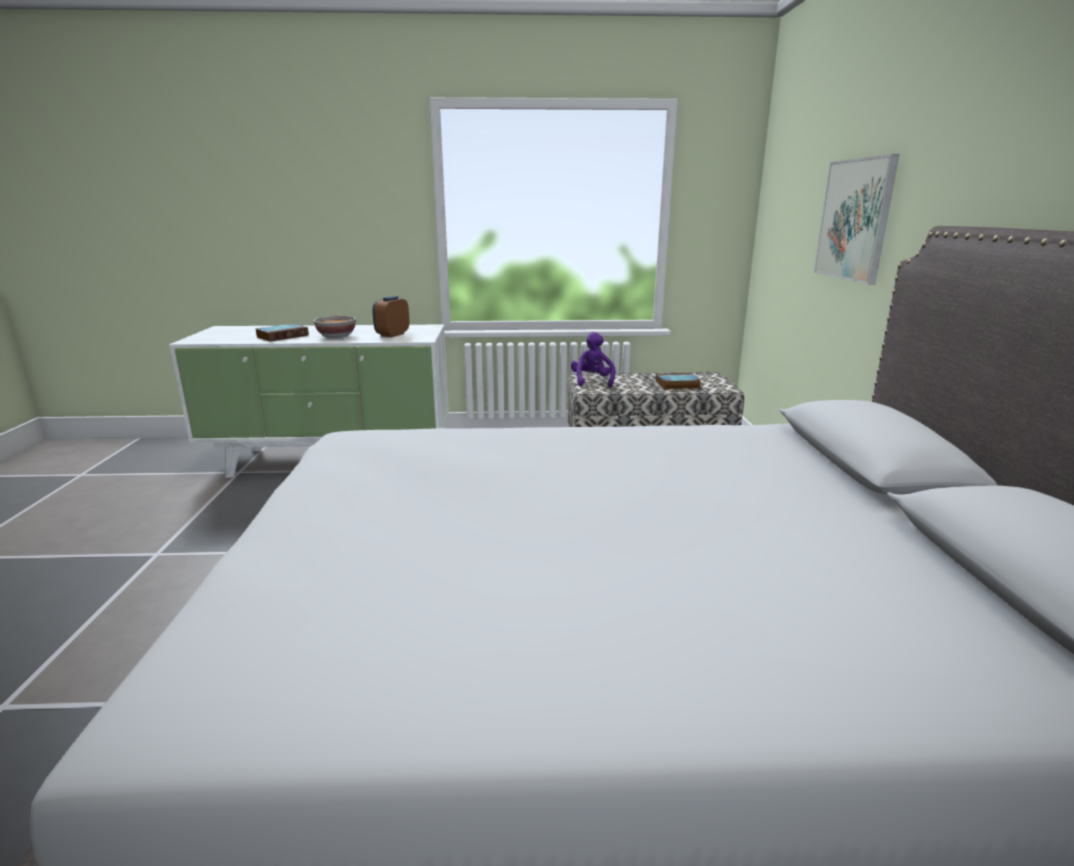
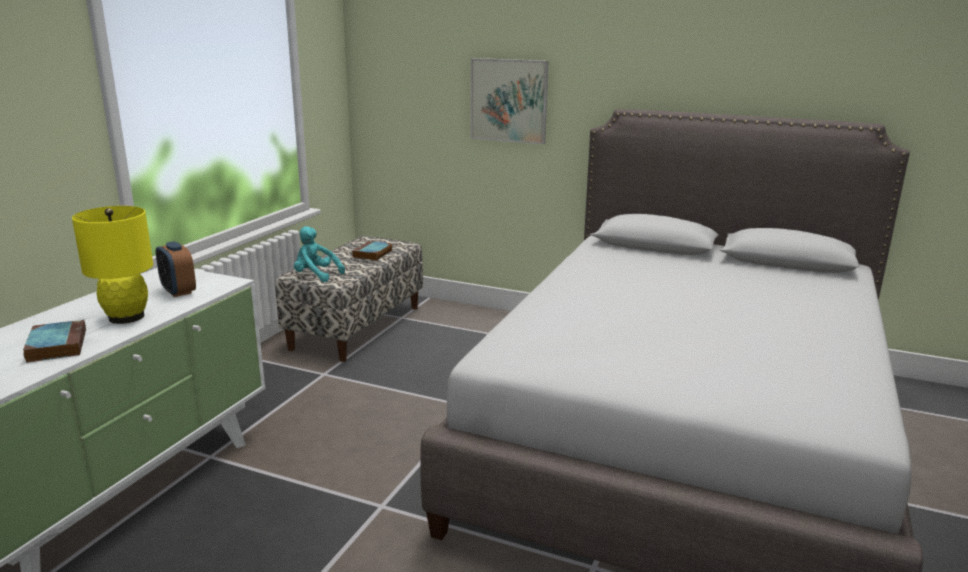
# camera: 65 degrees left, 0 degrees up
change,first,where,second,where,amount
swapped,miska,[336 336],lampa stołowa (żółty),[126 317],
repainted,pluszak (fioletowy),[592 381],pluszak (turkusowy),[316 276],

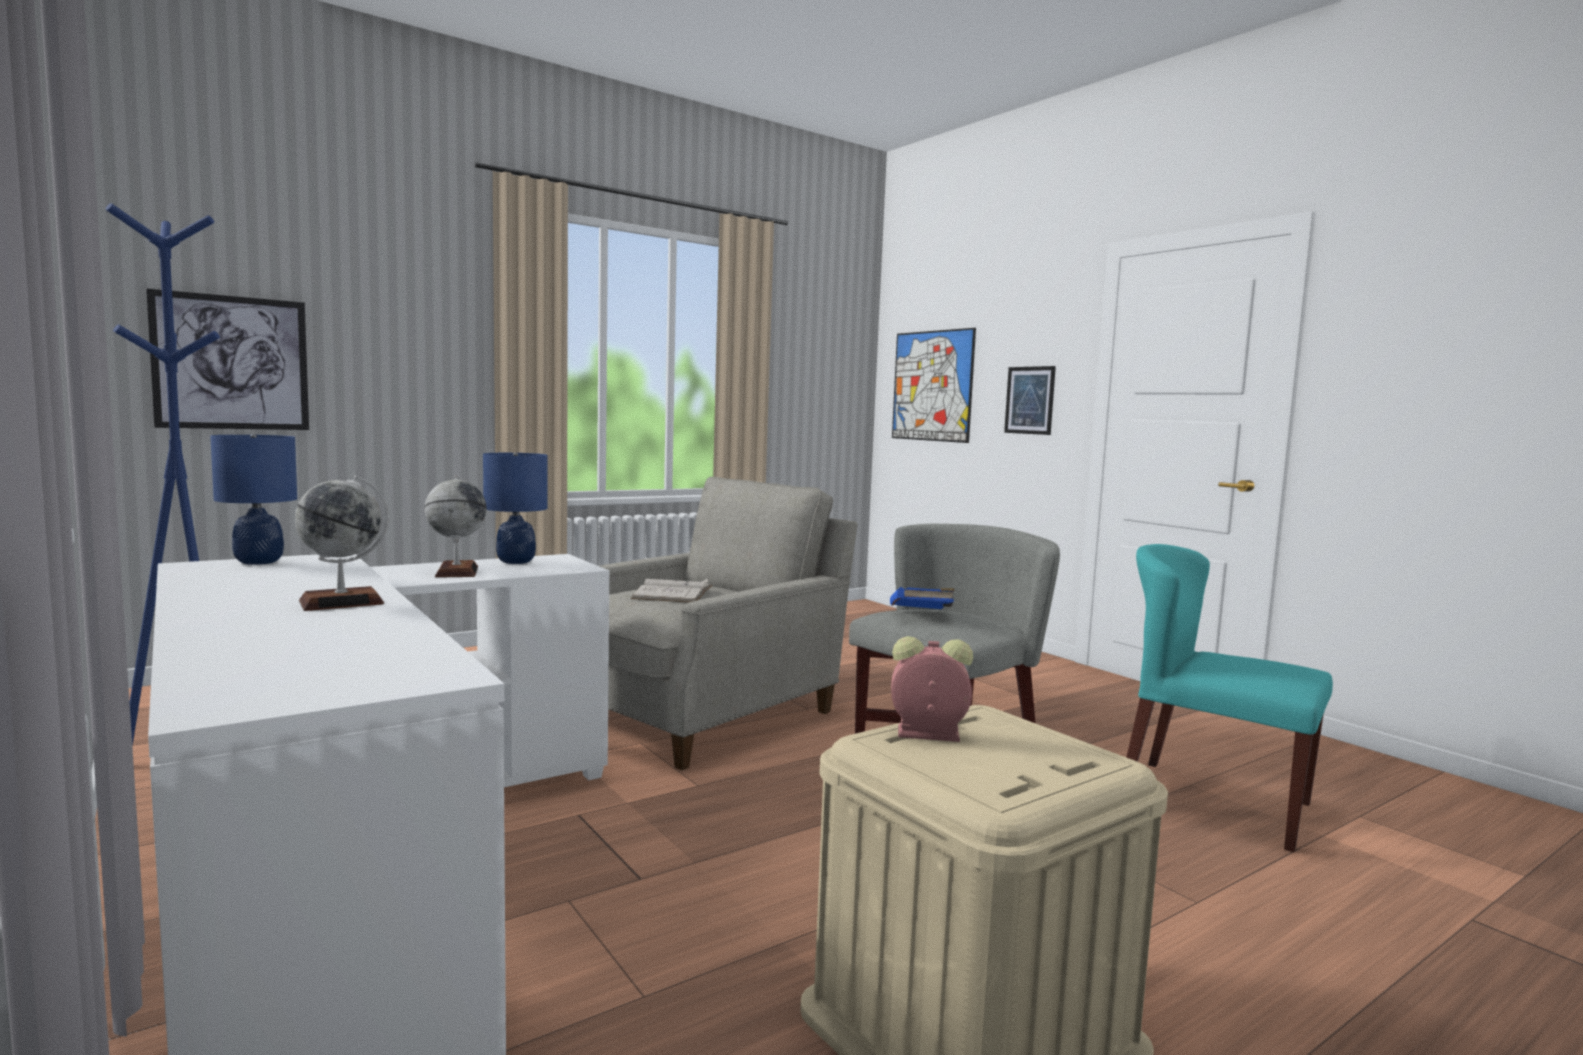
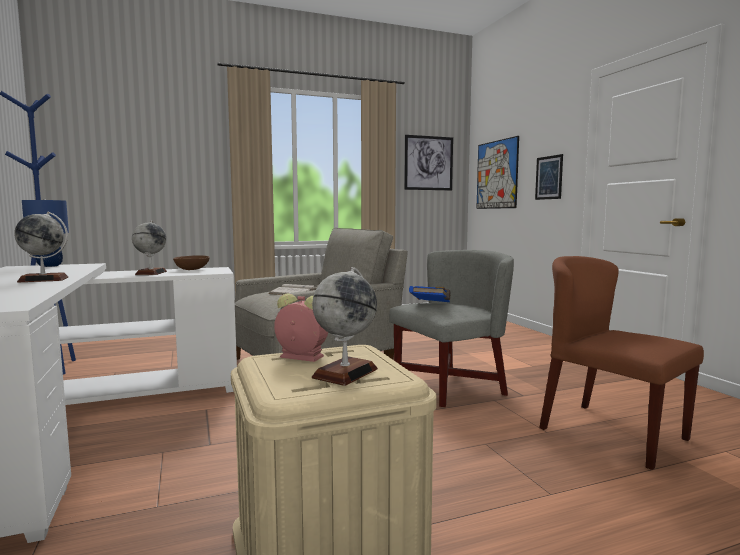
# camera: 15 degrees right, 0 degrees up
change,first,where,second,where,amount
swapped,lampa stołowa (niebieski),[517 562],miska (brązowy),[192 269],
new,,,globus,[345 373],
shifted,obraz,[231 363],,[428 163],
repainted,krzesło (turkusowy),[1212 802],krzesło (brązowy),[611 433],

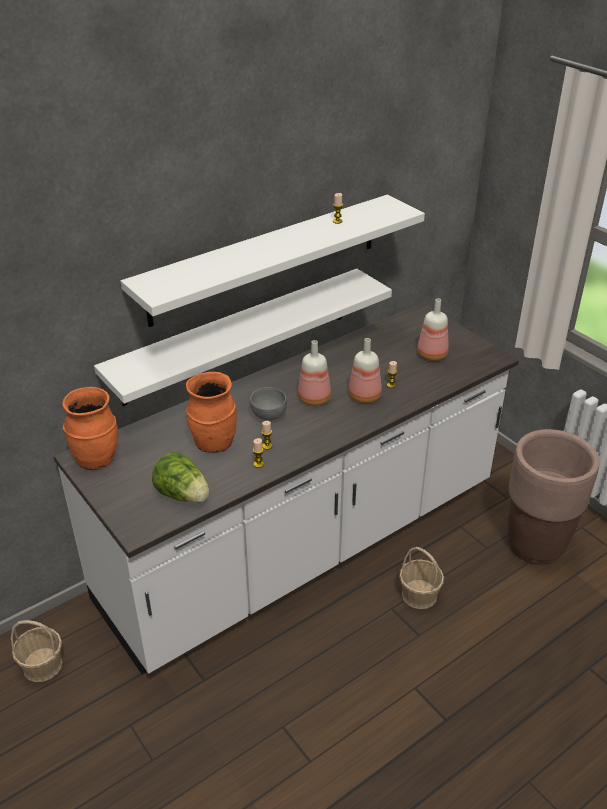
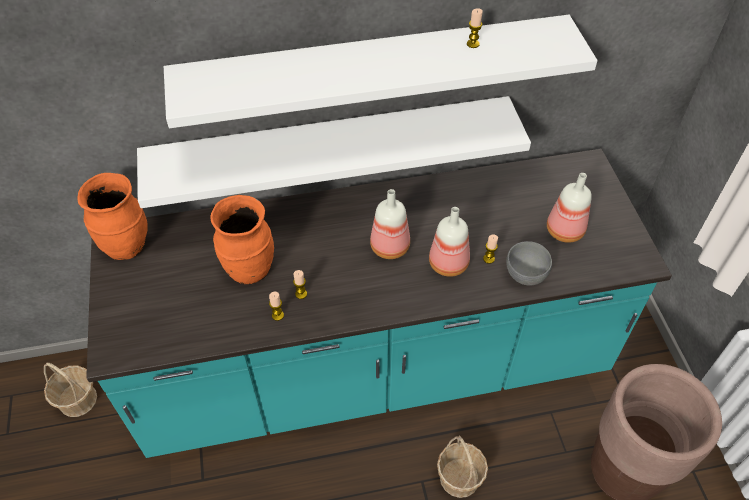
# camera: 25 degrees right, 15 degrees up
change,first,where,second,where,amount
repainted,zabudowa kuchenna (biały),[303 543],zabudowa kuchenna (turkusowy),[374 366],
shifted,miska (szary),[268 415],,[525 274],
gone,sałata,[183 495],,,

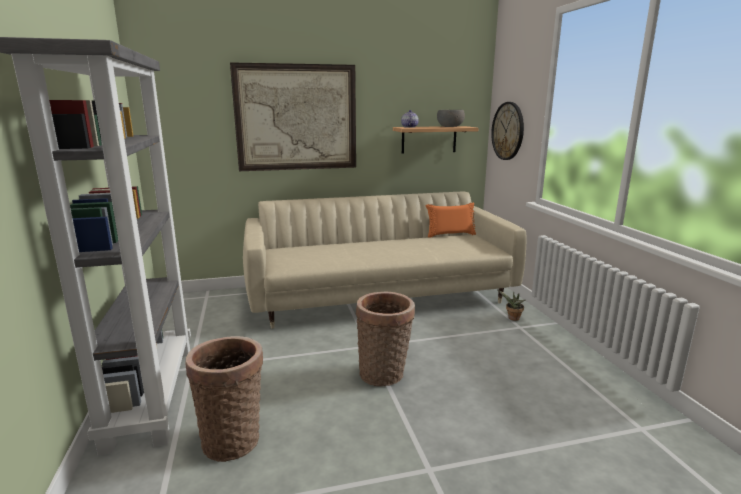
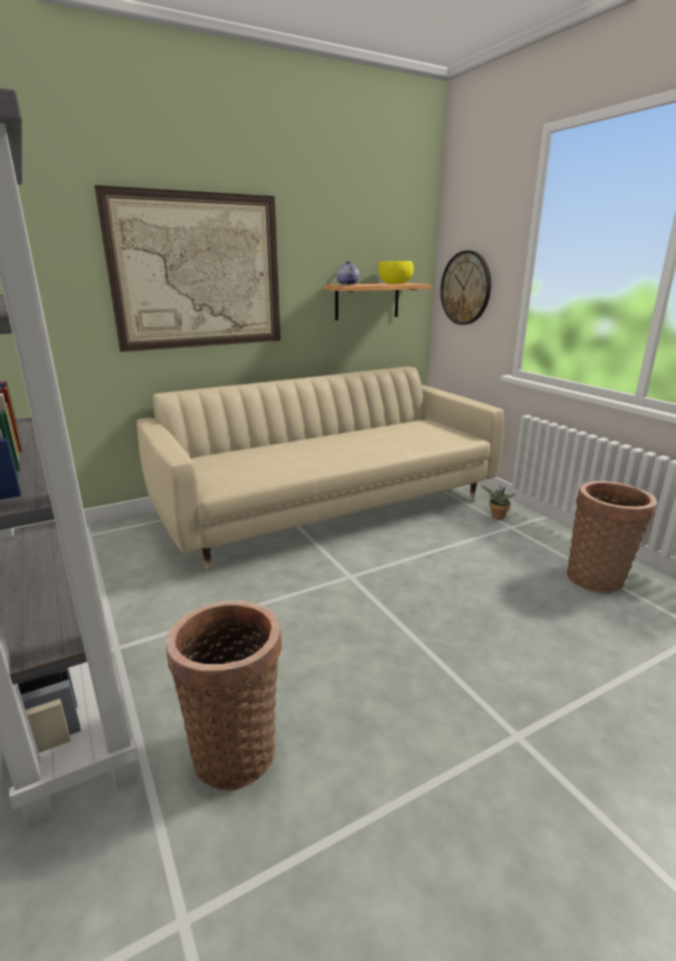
# camera: 15 degrees left, 5 degrees up
change,first,where,second,where,amount
repainted,miska (szary),[450 126],miska (żółty),[395 283],
shifted,koszyk,[384 374],,[598 578],
gone,poduszka (pomarańczowy),[450 234],,,

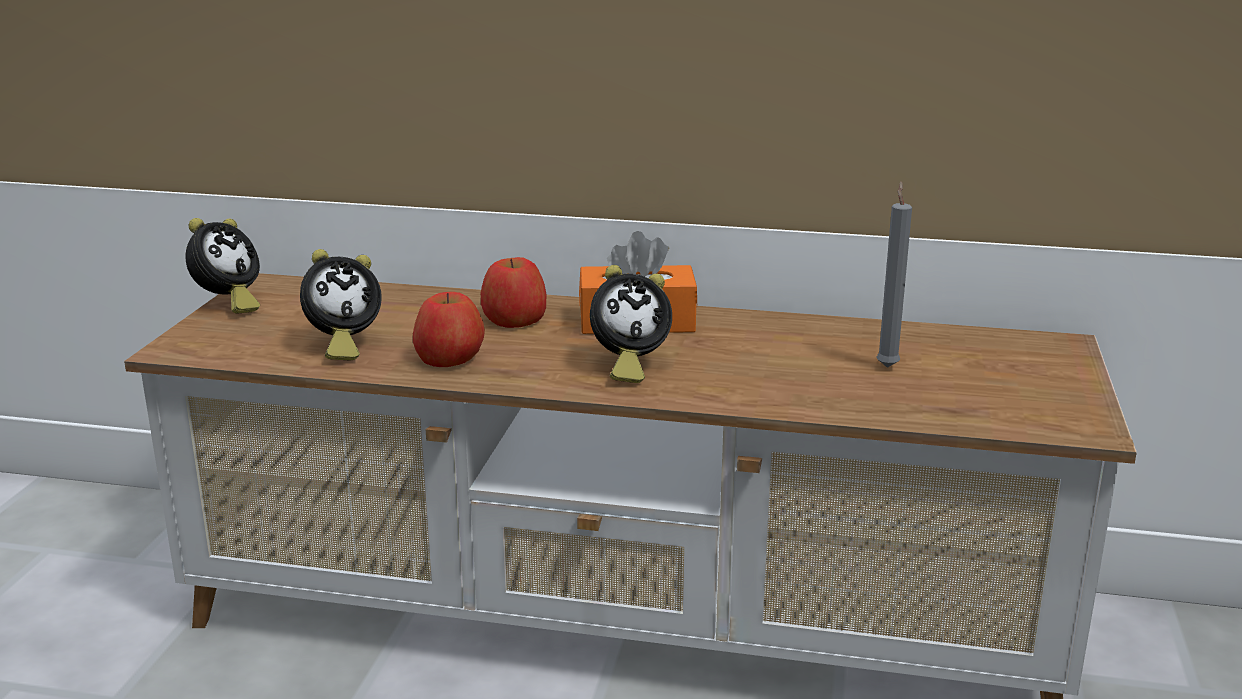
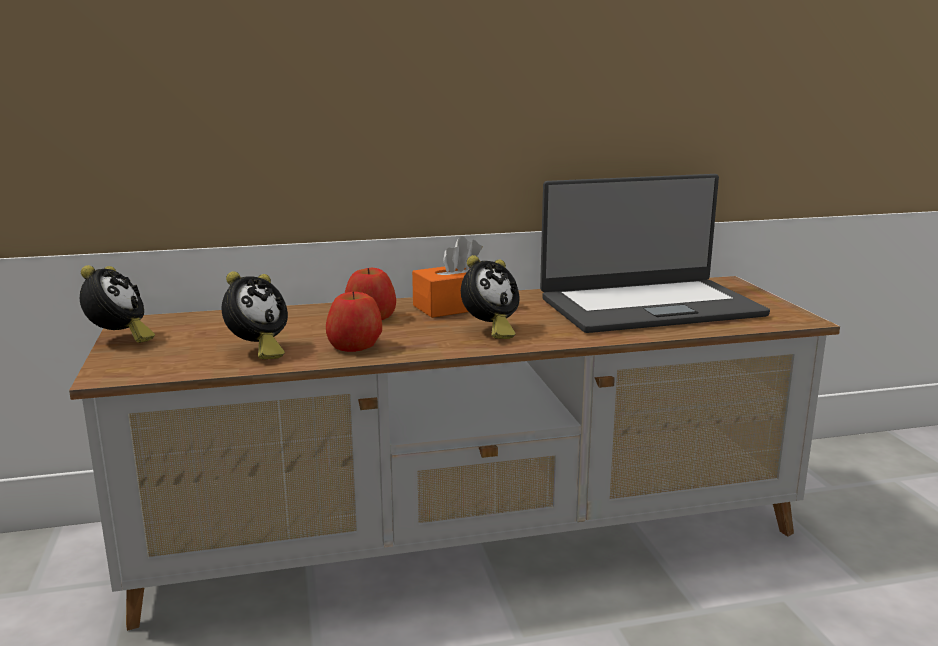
# camera: 25 degrees left, 5 degrees down
change,first,where,second,where,amount
swapped,świeca (szary),[887 365],laptop,[648 306],

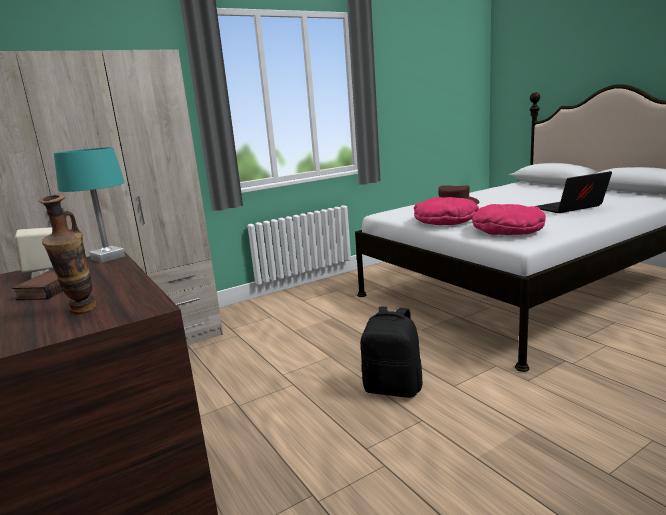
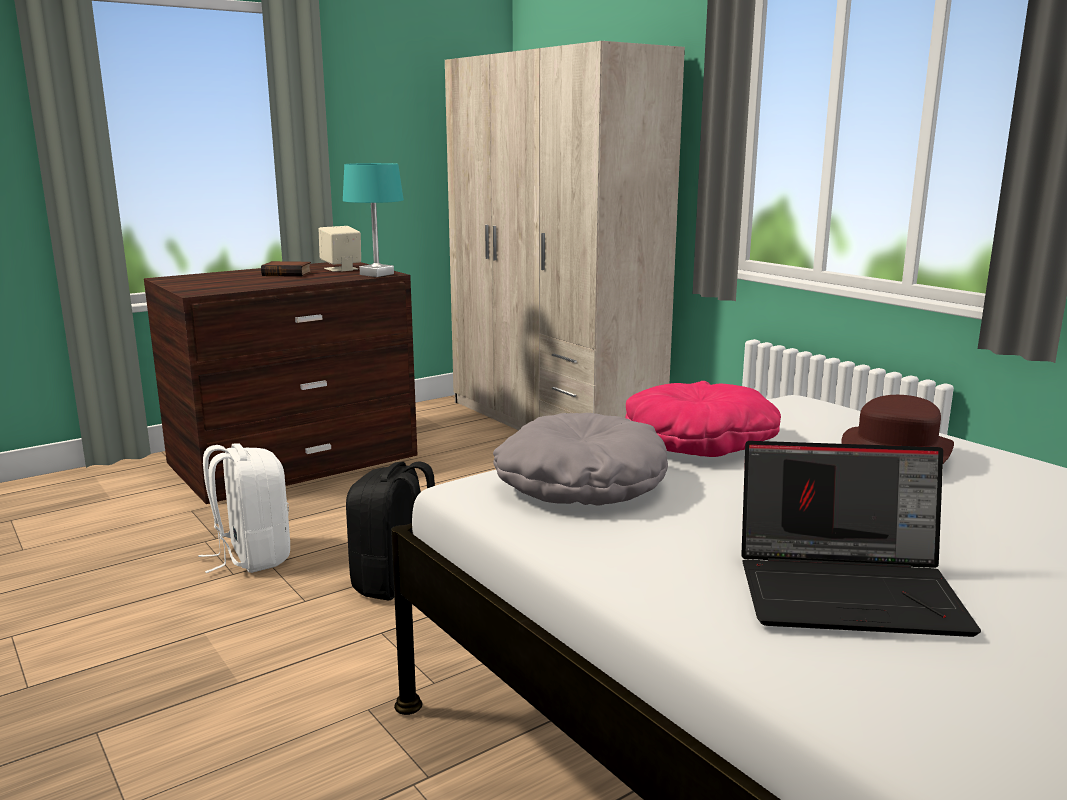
# camera: 85 degrees right, 0 degrees up
change,first,where,second,where,amount
new,,,plecak (biały),[252 557],
repainted,poduszka (różowy),[508 230],poduszka (szary),[584 485],
rotated,laptop,[569 208],,[850 590],120 degrees clockwise
gone,wazon,[82 312],,,

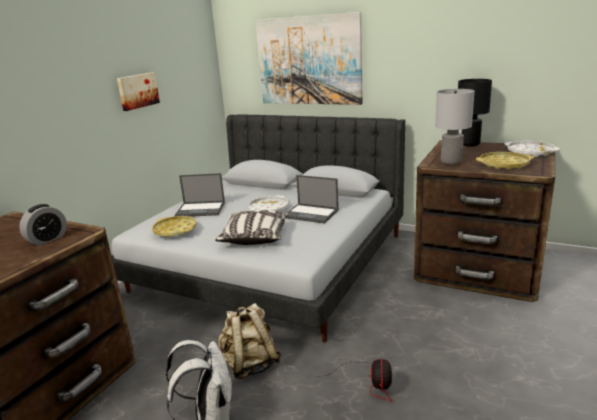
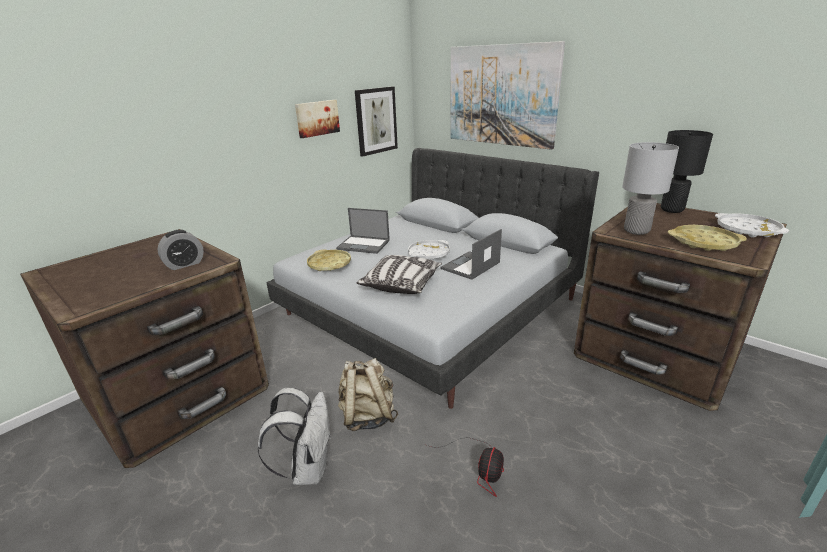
# camera: 15 degrees right, 5 degrees up
change,first,where,second,where,amount
new,,,obraz,[376 121],
rotated,laptop,[311 214],,[470 266],90 degrees clockwise

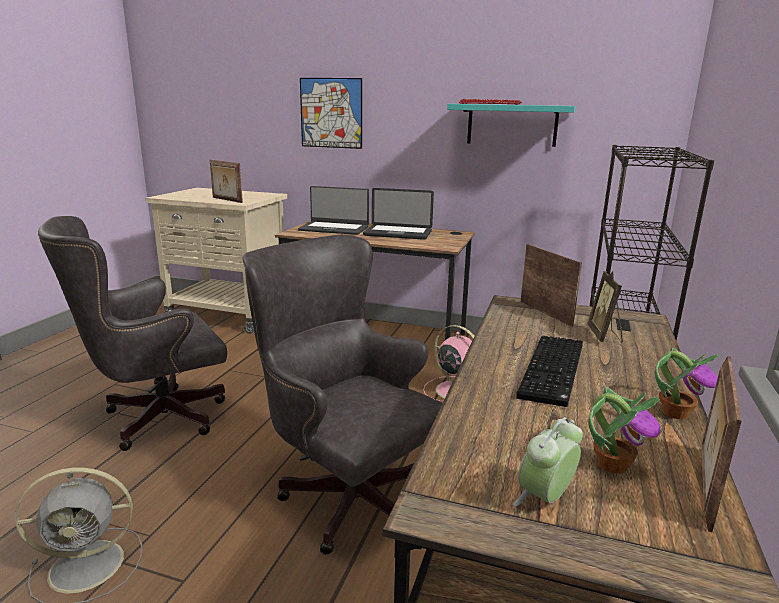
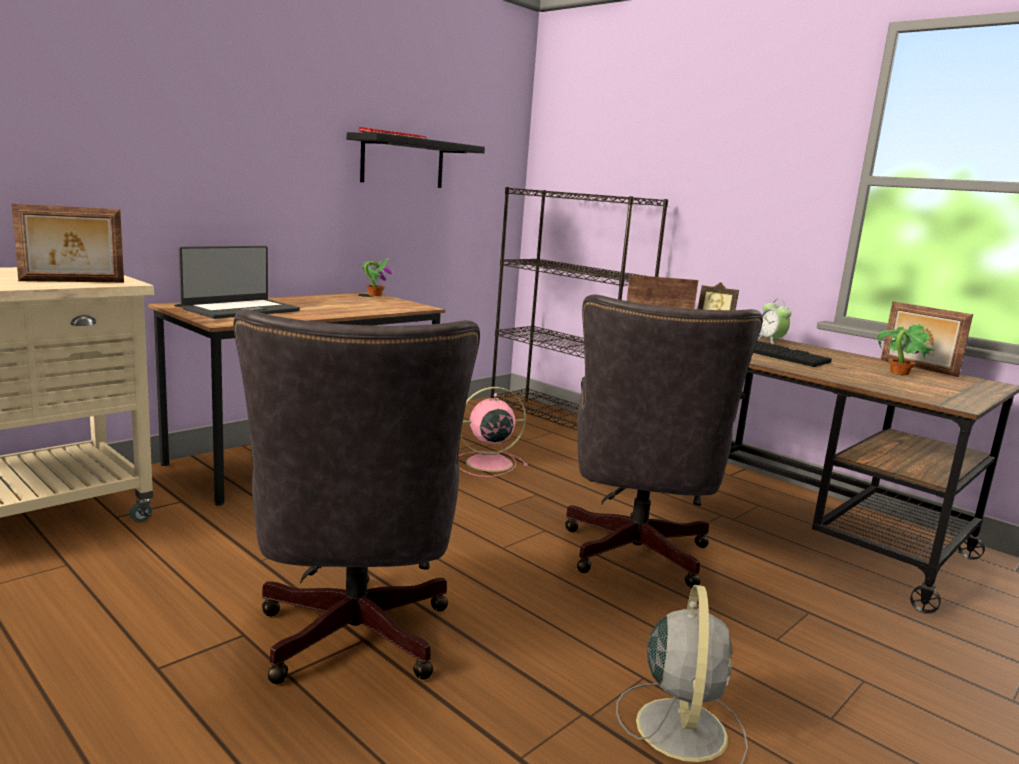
# camera: 65 degrees left, 5 degrees down
change,first,where,second,where,amount
repainted,półka (turkusowy),[512 125],półka (czarny),[403 162],
shifted,roślina doniczkowa,[674 412],,[374 295],
rotated,krzesło biurowe (szary),[348 497],,[636 556],60 degrees counterclockwise
shifted,budzik,[545 498],,[771 341],
gone,obraz,[331 113],,,
gone,laptop,[398 233],,,

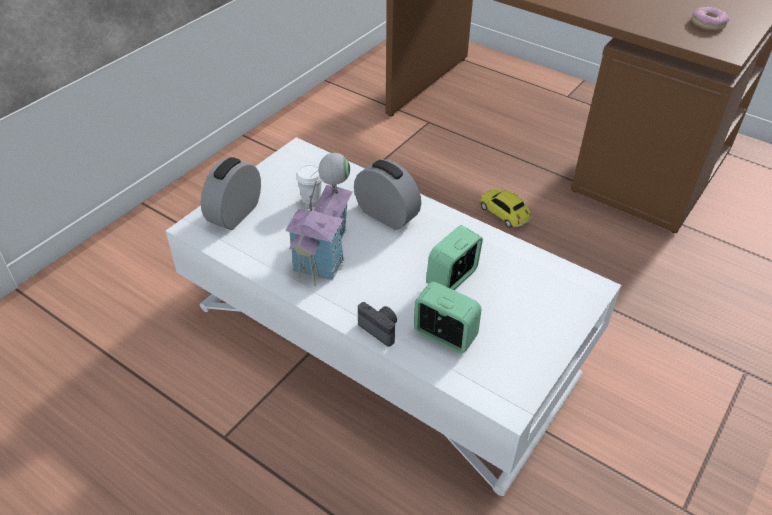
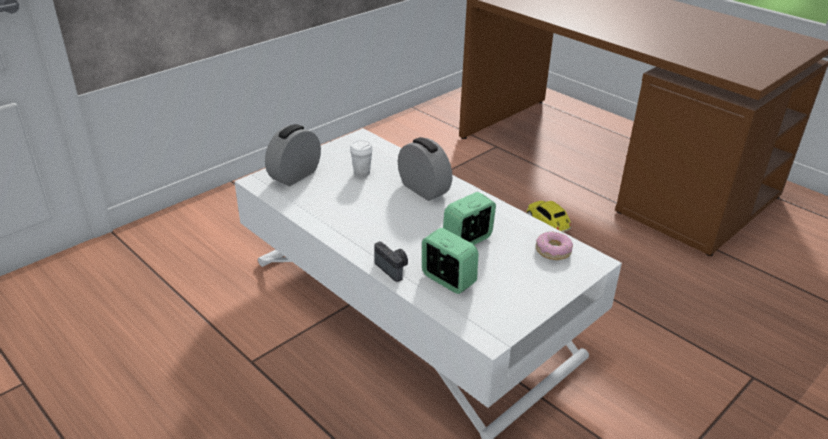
# camera: 10 degrees right, 10 degrees down
change,first,where,second,where,amount
shifted,donut,[708 24],,[553 251],
gone,domek,[325 252],,,

